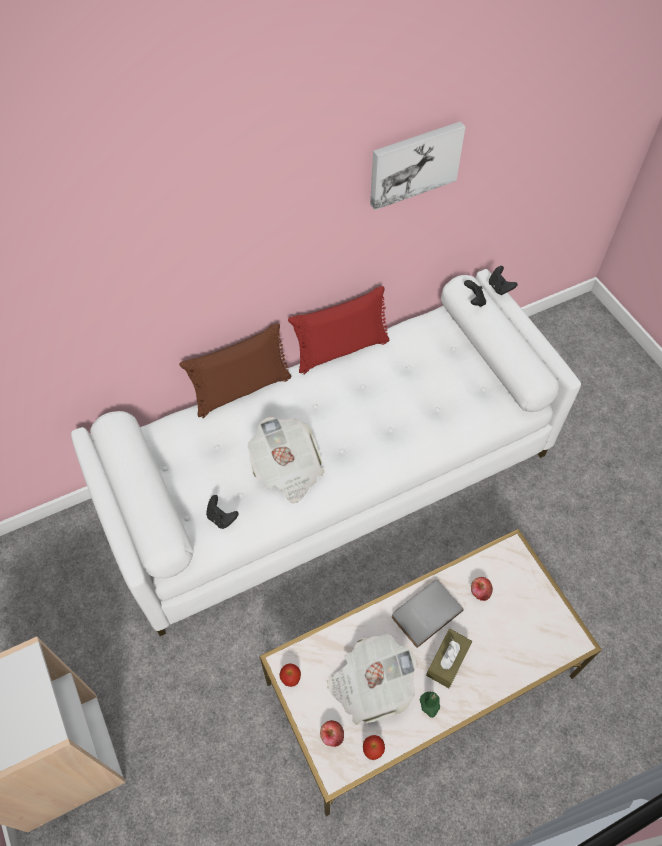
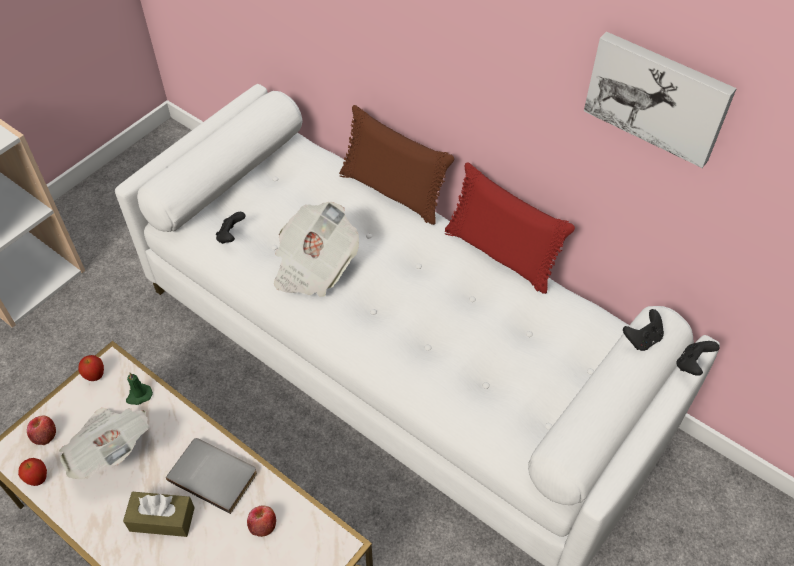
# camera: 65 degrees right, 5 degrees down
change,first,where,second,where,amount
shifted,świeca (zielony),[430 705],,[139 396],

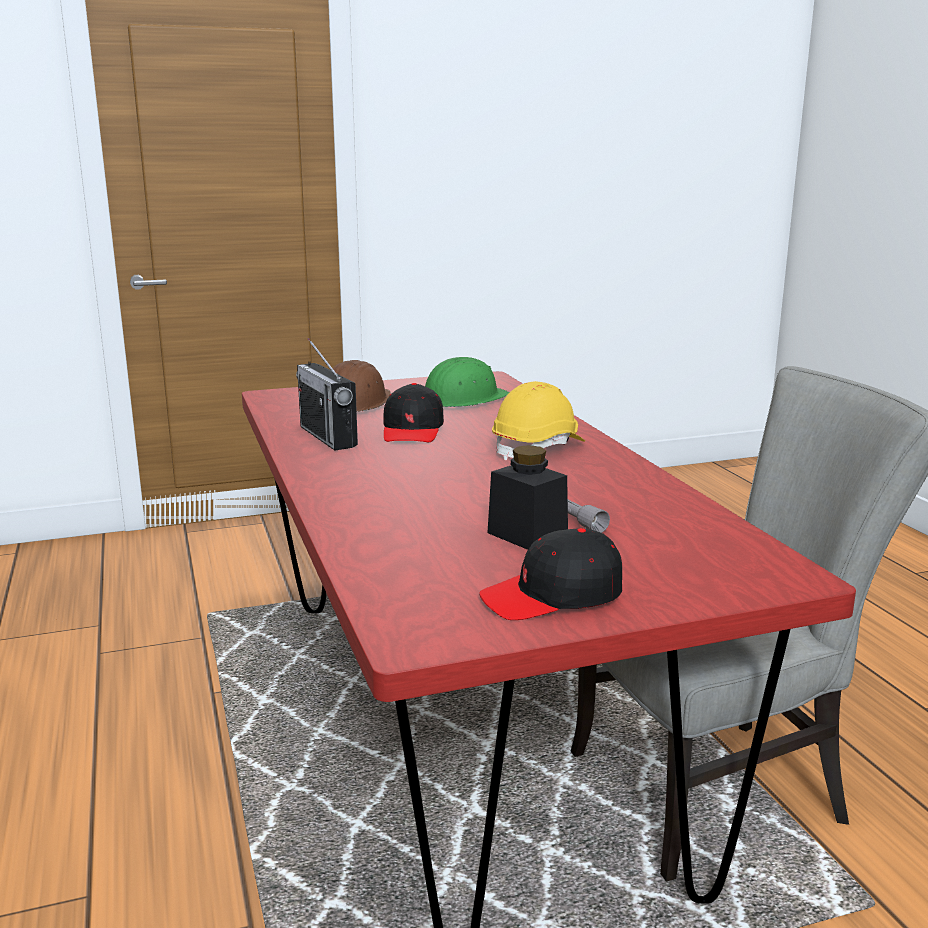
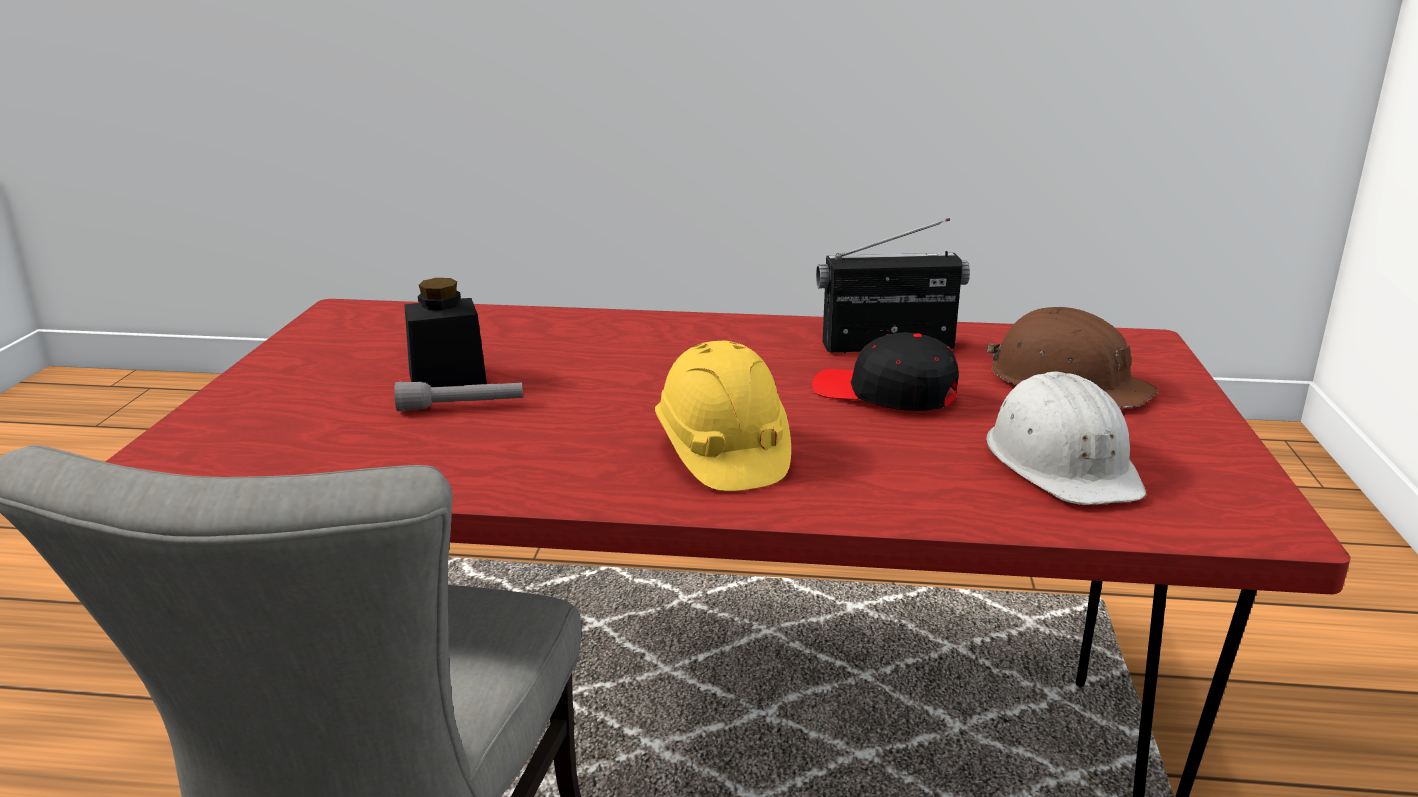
# camera: 115 degrees right, 5 degrees up
change,first,where,second,where,amount
repainted,kask (zielony),[463 399],kask (biały),[1063 462],
gone,czapka z daszkiem (czarny),[553 596],,,

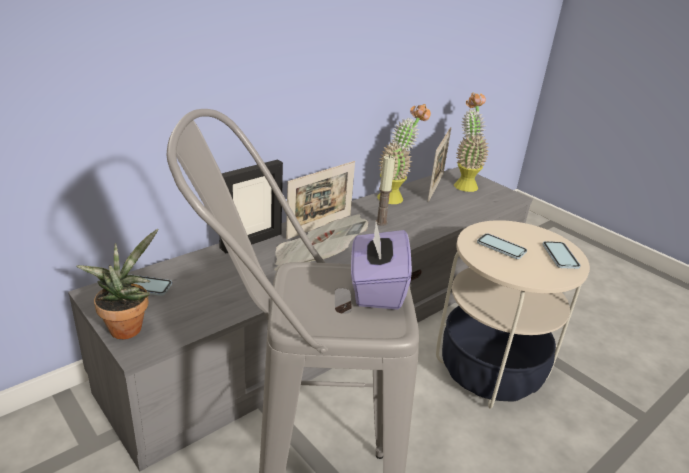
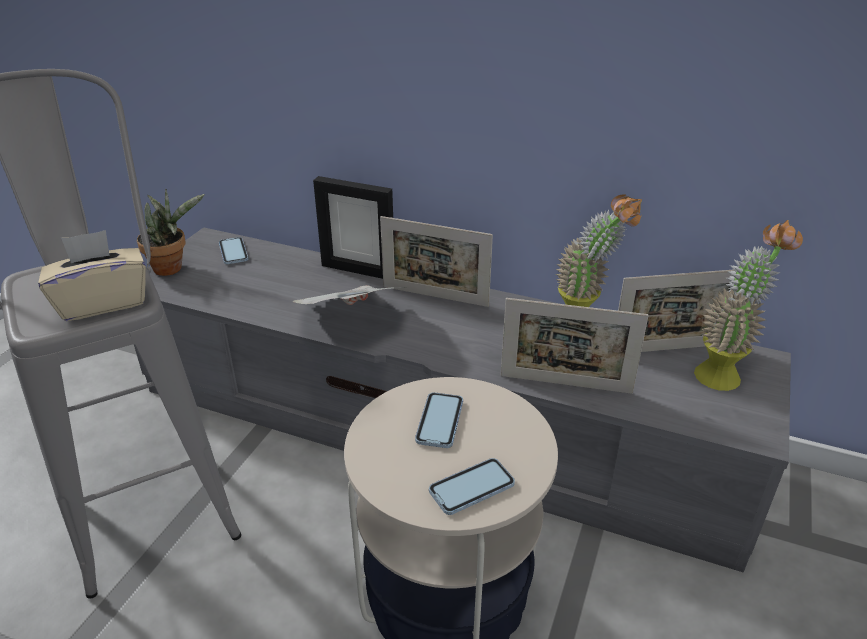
# camera: 65 degrees right, 5 degrees up
change,first,where,second,where,amount
repainted,pudełko chusteczek (fioletowy),[376 288],pudełko chusteczek (beżowy),[103 302],
new,,,ramka na zdjęcie,[565 384],
gone,świeca,[381 222],,,

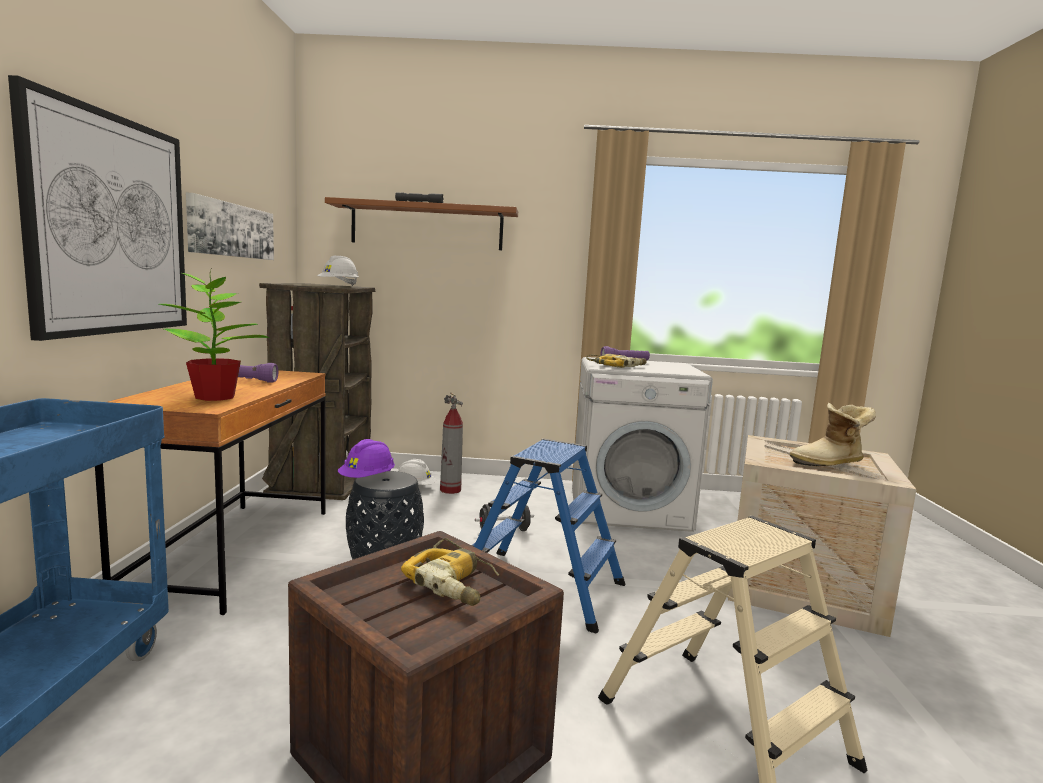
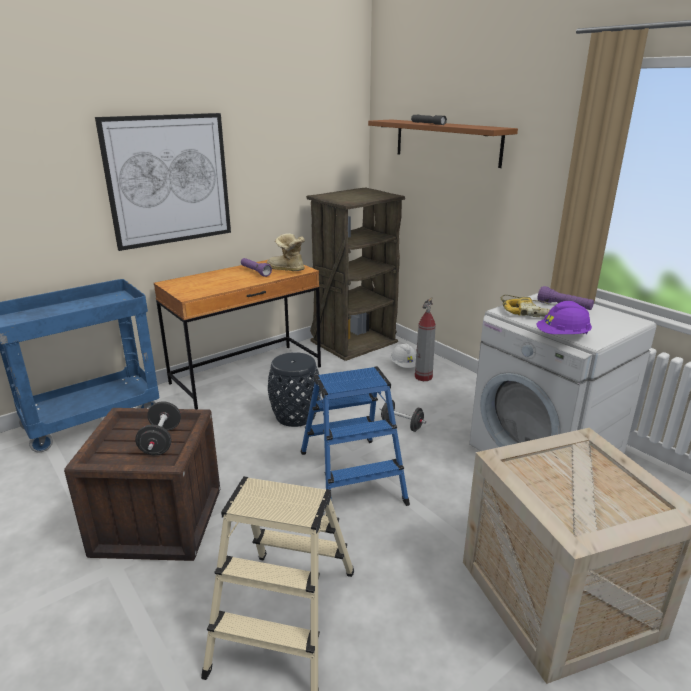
# camera: 50 degrees right, 15 degrees up
change,first,where,second,where,amount
swapped,wiertarka,[454 582],hantel (czarny),[161 441],
shifted,but z cholewką,[830 463],,[285 270],
shifted,kask (fioletowy),[367 479],,[562 336],
gone,roślina doniczkowa,[216 397],,,
gone,obraz,[231 230],,,
gone,kask (biały),[339 285],,,

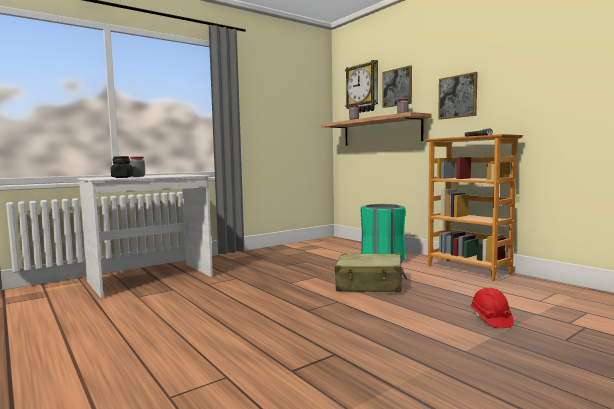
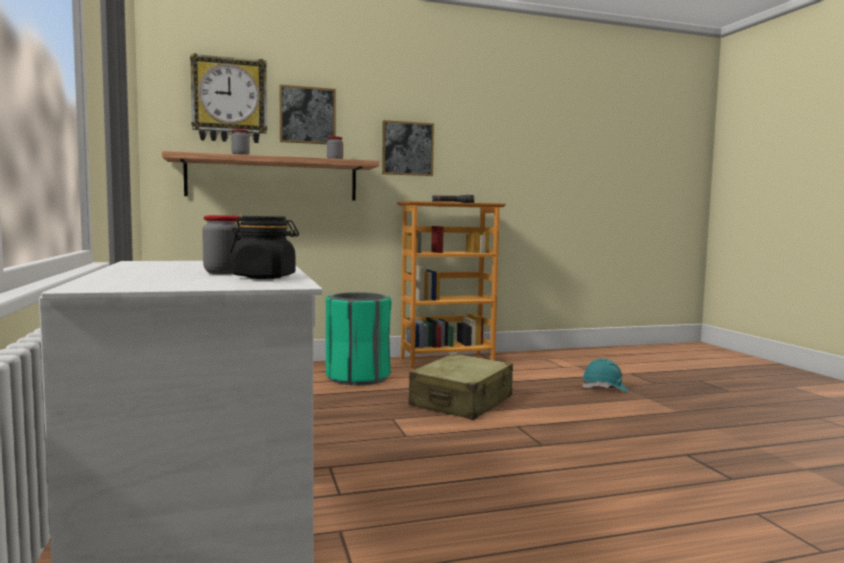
# camera: 70 degrees left, 0 degrees up
change,first,where,second,where,amount
repainted,kask (czerwony),[490 319],kask (turkusowy),[604 388],

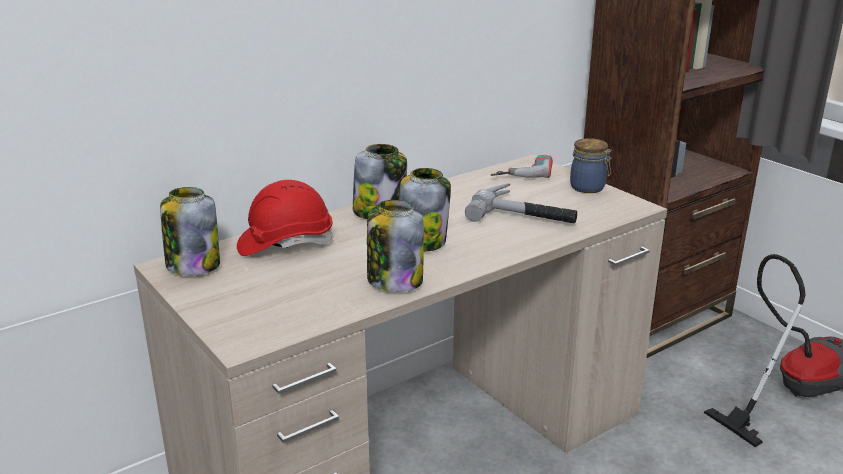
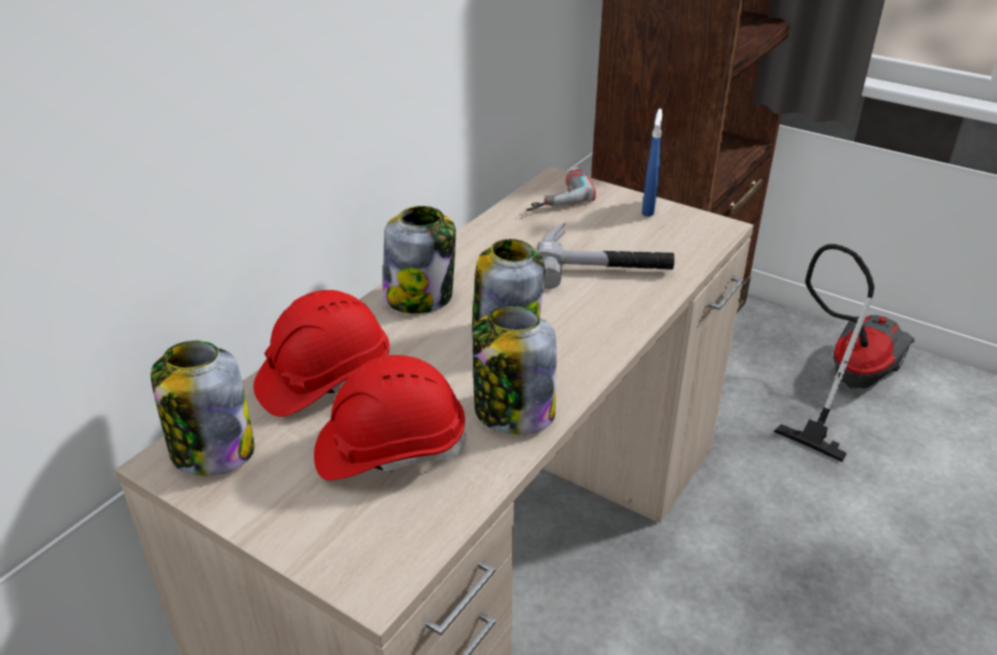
# camera: 20 degrees left, 10 degrees up
change,first,where,second,where,amount
new,,,kask (czerwony),[390 448],
swapped,słoik,[589 188],spryskiwacz (niebieski),[648 208],

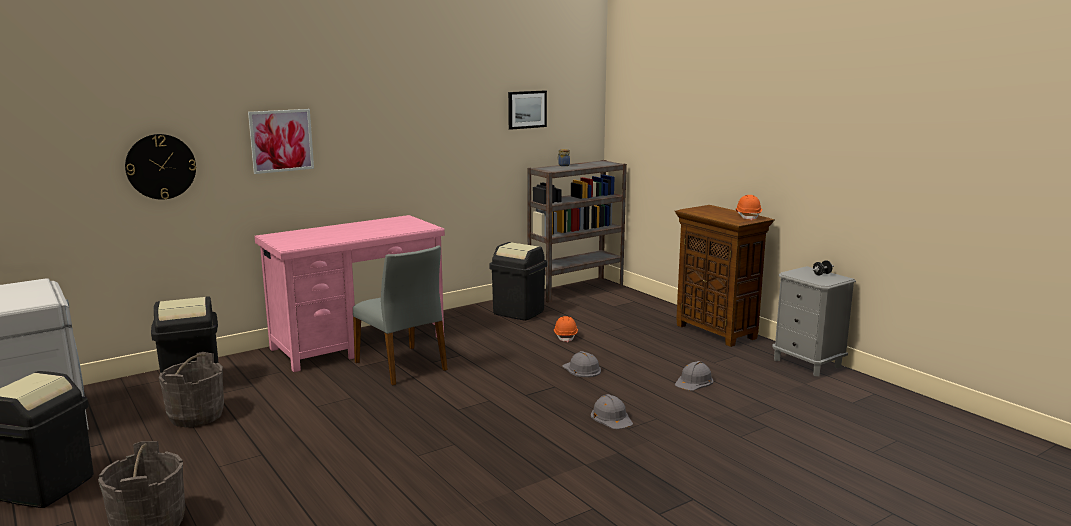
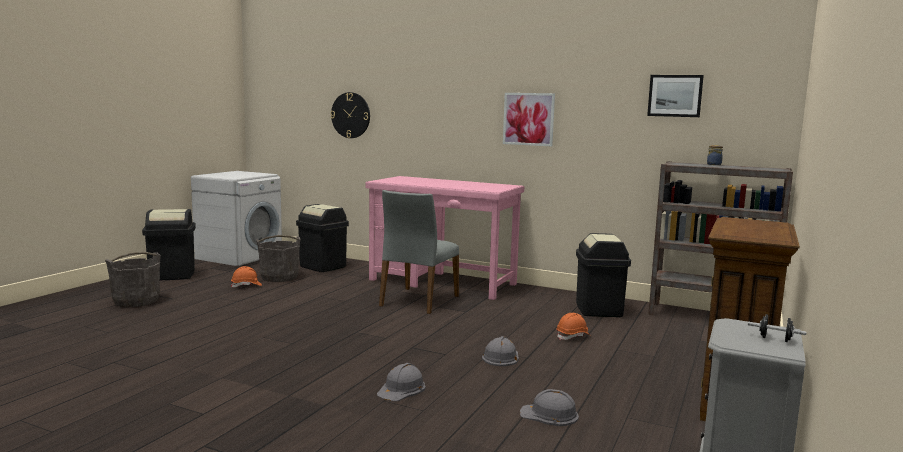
# camera: 60 degrees right, 5 degrees down
change,first,where,second,where,amount
shifted,kask (pomarańczowy),[748 216],,[246 285],
shifted,obraz,[281 140],,[528 119],

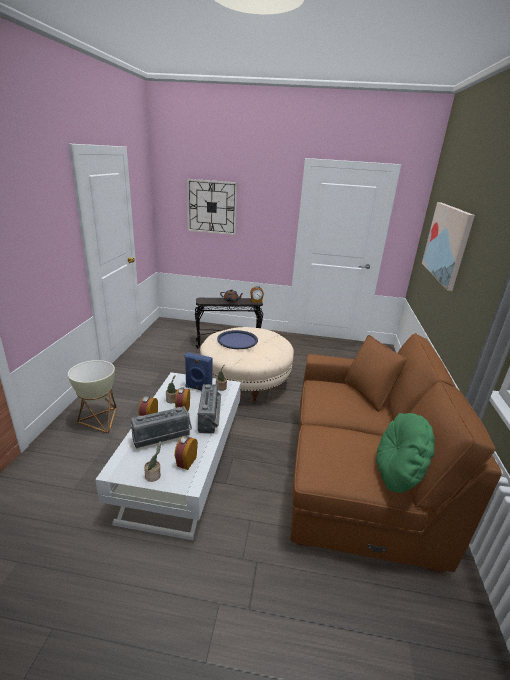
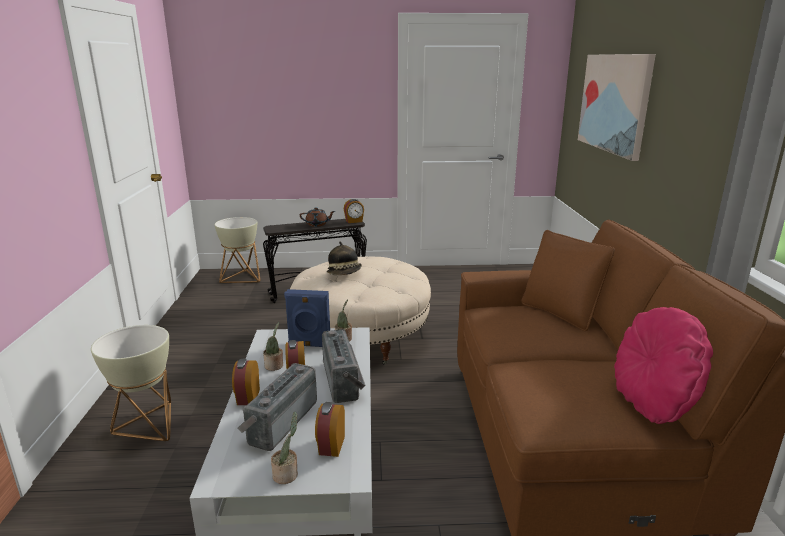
# camera: 10 degrees left, 5 degrees down
change,first,where,second,where,amount
new,,,donica,[242 278],
rotated,radio,[162 439],,[280 421],150 degrees clockwise
swapped,taca (niebieski),[237 340],kapelusz,[345 274],
repainted,poduszka (zielony),[396 476],poduszka (różowy),[651 405],
gone,zegar ścienny,[212 207],,,

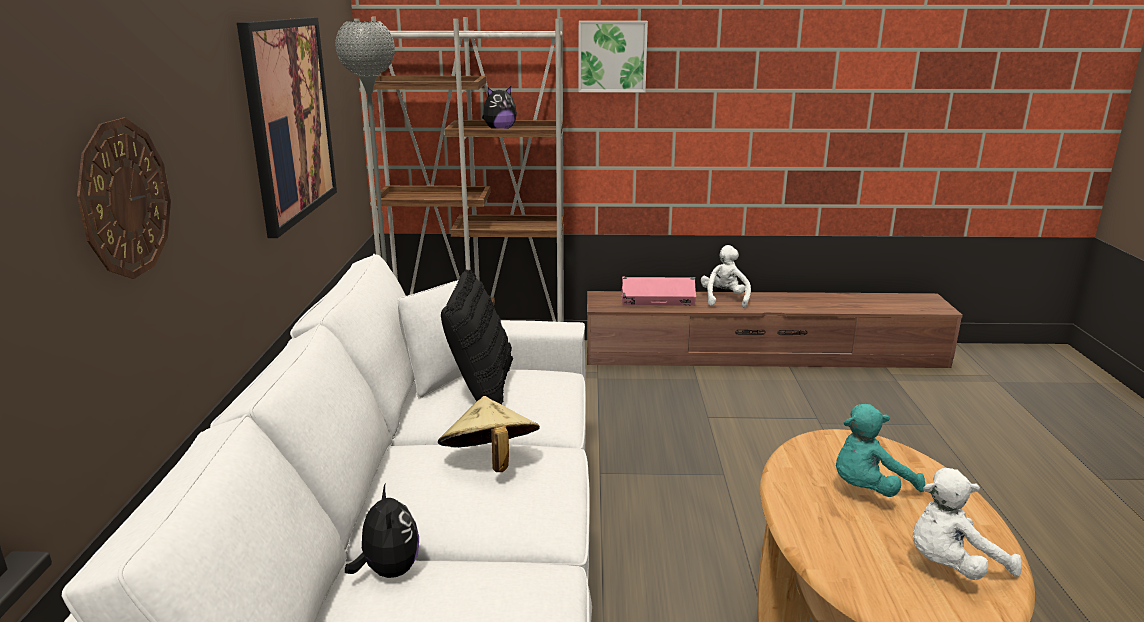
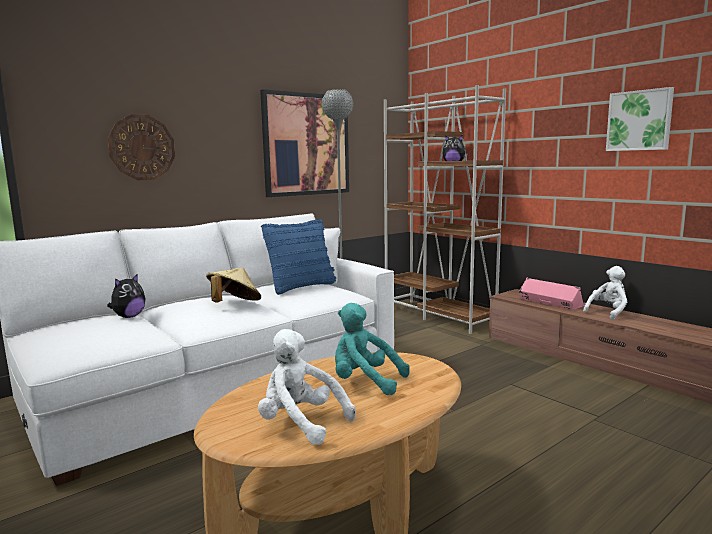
# camera: 50 degrees right, 10 degrees down
change,first,where,second,where,amount
repainted,poduszka (czarny),[481 390],poduszka (niebieski),[301 287],
shifted,obraz,[612 56],,[639 120],

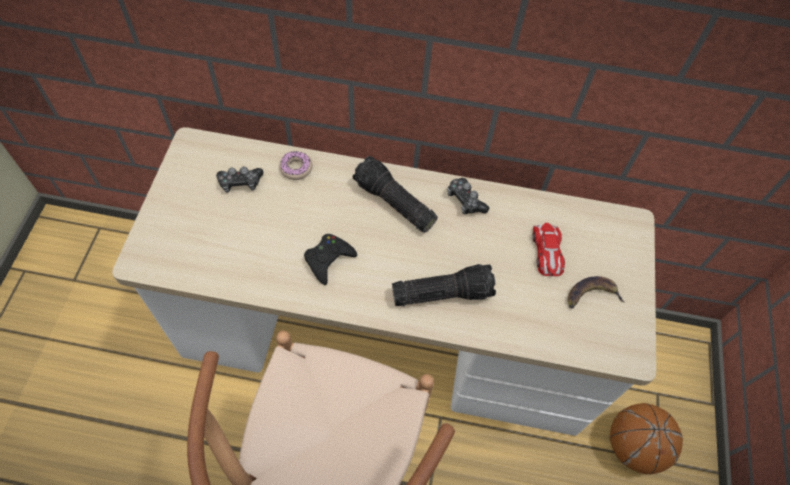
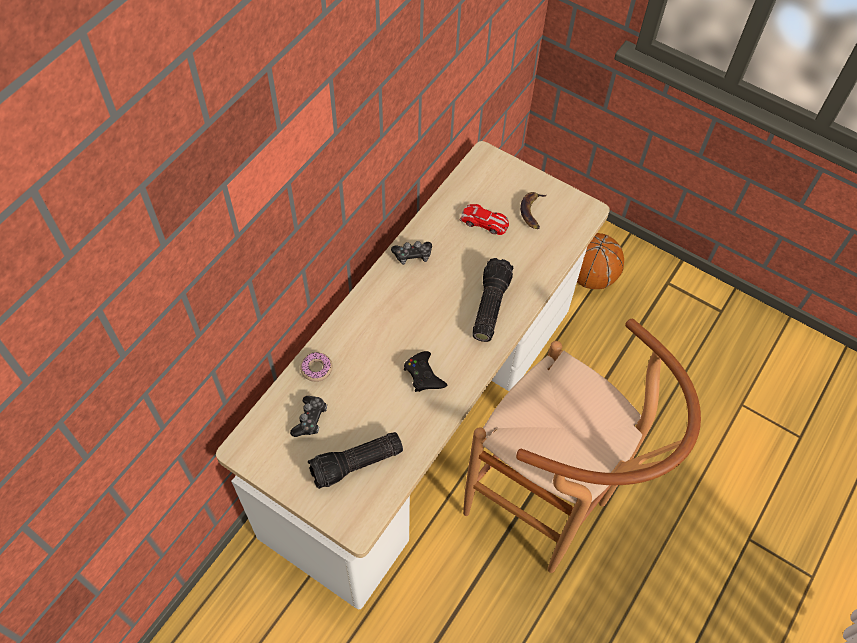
# camera: 65 degrees left, 0 degrees up
change,first,where,second,where,amount
shifted,latarka,[393 203],,[356 465],

